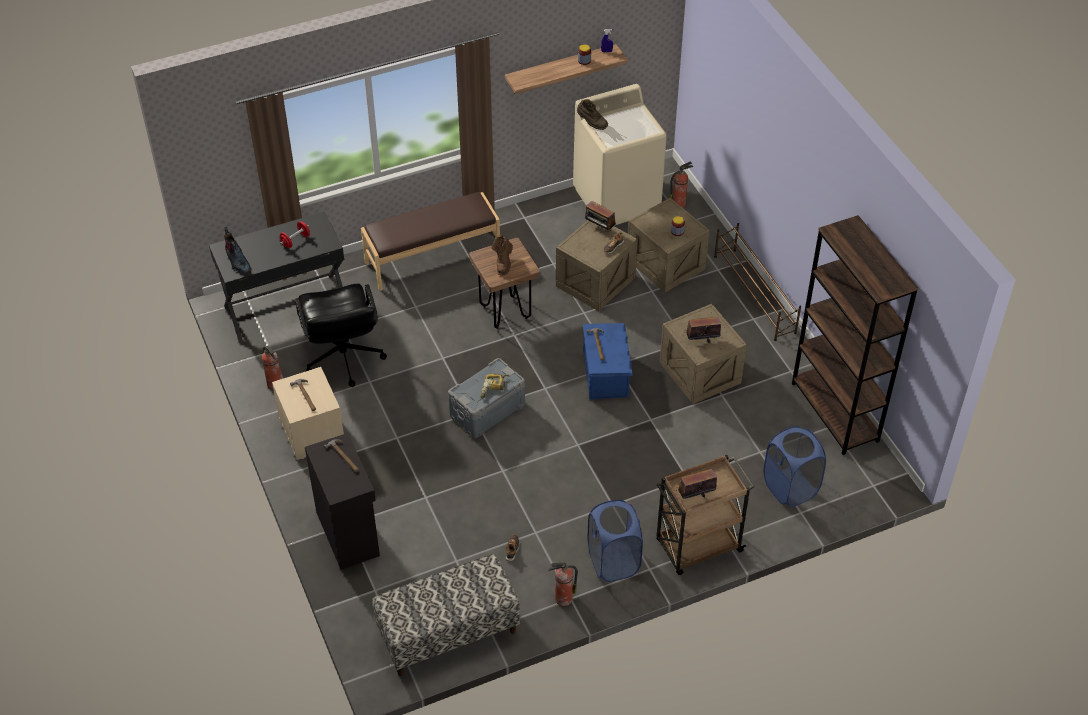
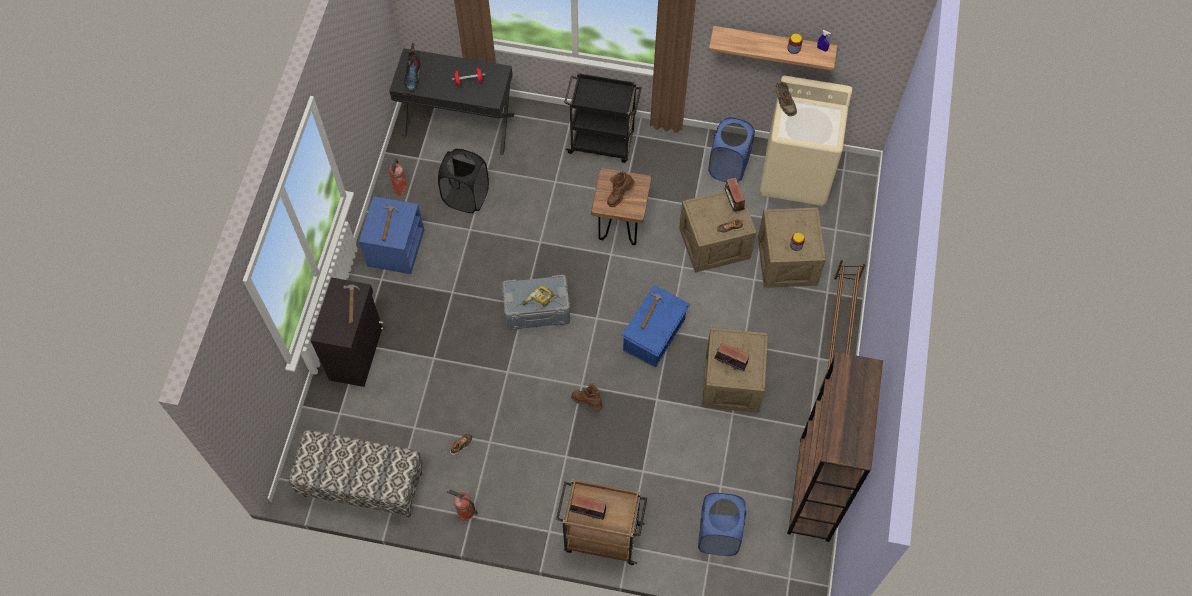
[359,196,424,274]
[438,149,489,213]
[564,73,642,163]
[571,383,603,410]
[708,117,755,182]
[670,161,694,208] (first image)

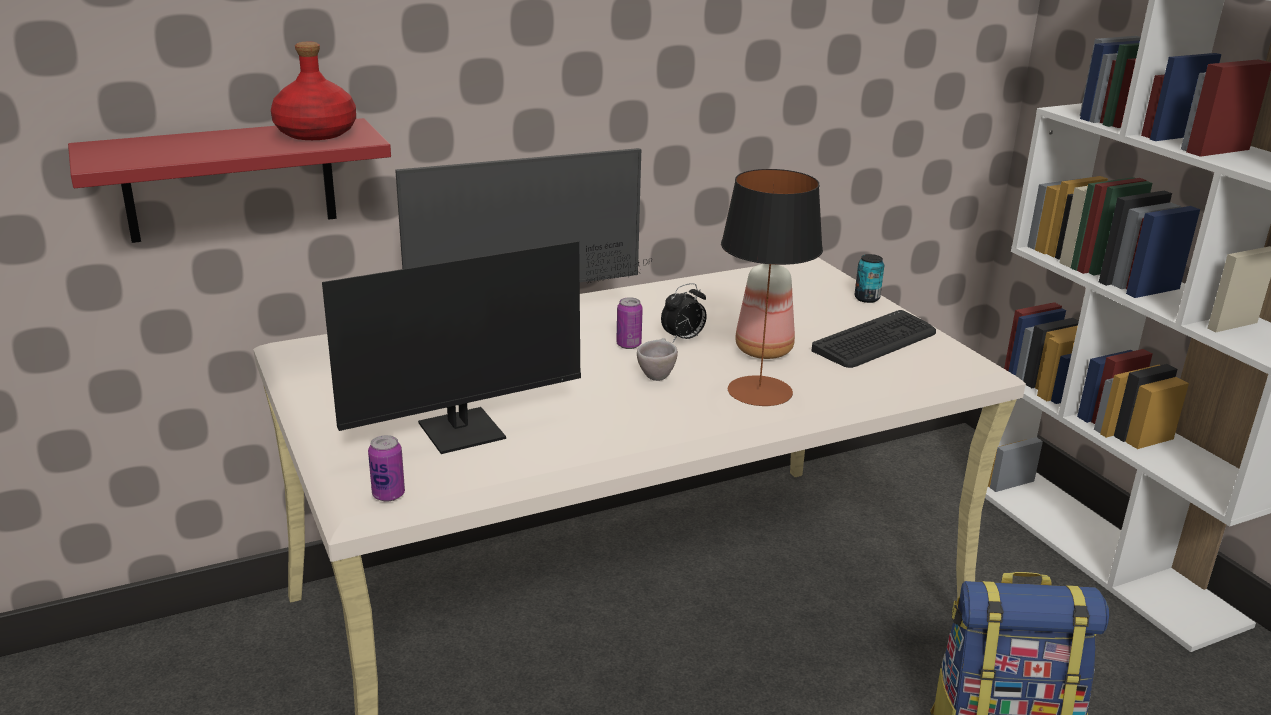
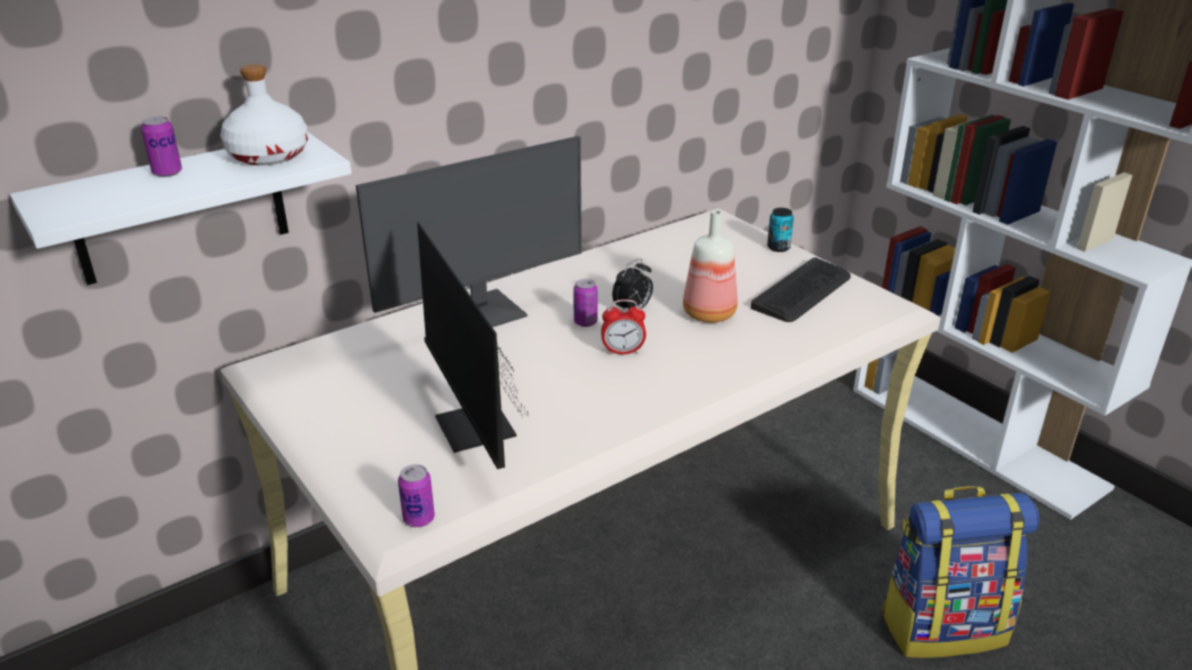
[10,132,352,285]
[141,116,182,177]
[220,64,308,165]
[417,222,529,469]
[601,299,646,355]
[721,169,823,406] (first image)

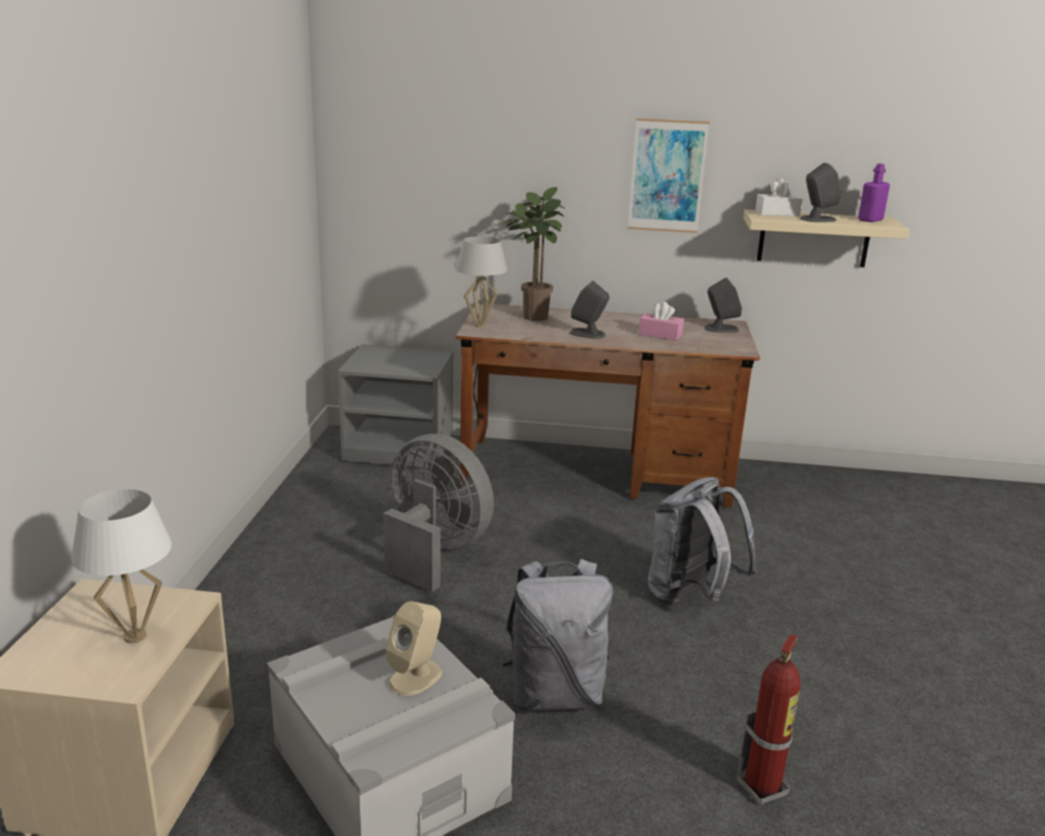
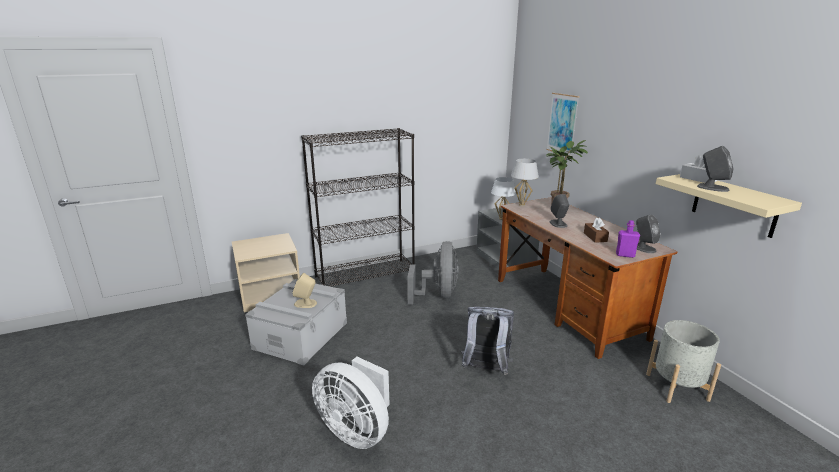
[301,128,415,286]
[312,357,390,449]
[491,177,516,220]
[546,93,580,156]
[584,218,609,243]
[616,220,640,258]
[646,320,721,403]
[503,559,613,711] (first image)

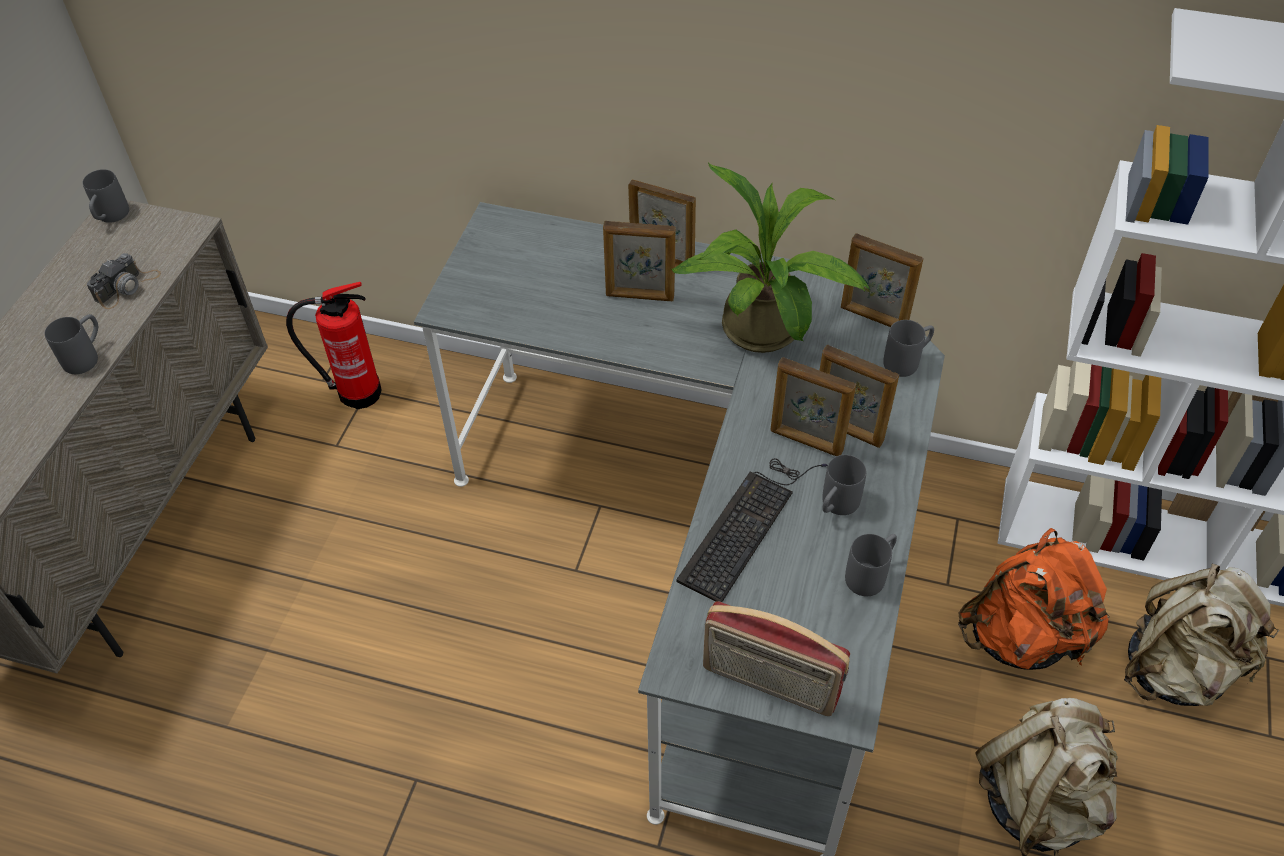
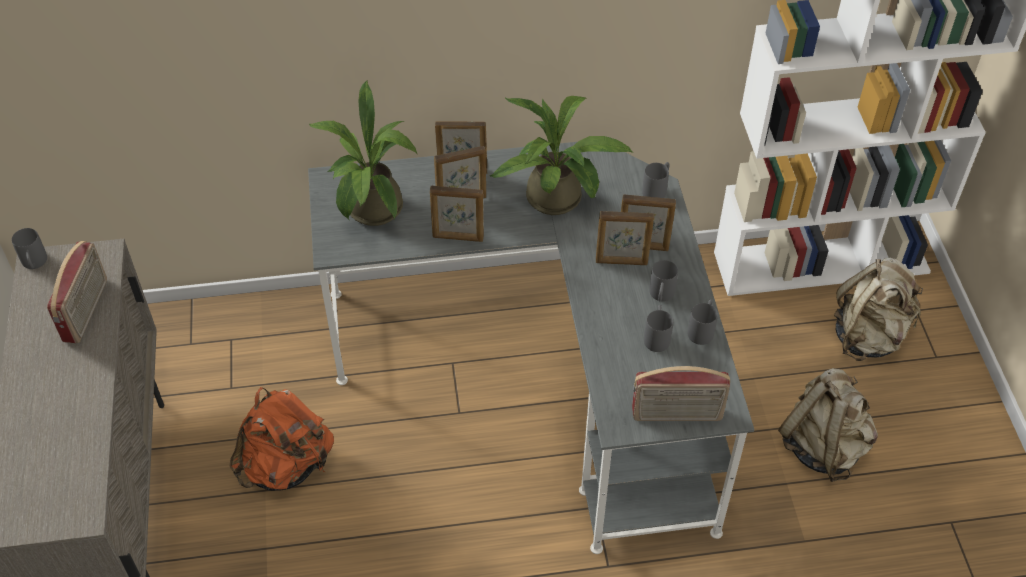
[47,241,107,343]
[230,387,334,491]
[309,80,417,226]
[430,186,484,242]
[644,305,673,352]
[286,282,382,409] (first image)
[676,458,828,602] (first image)

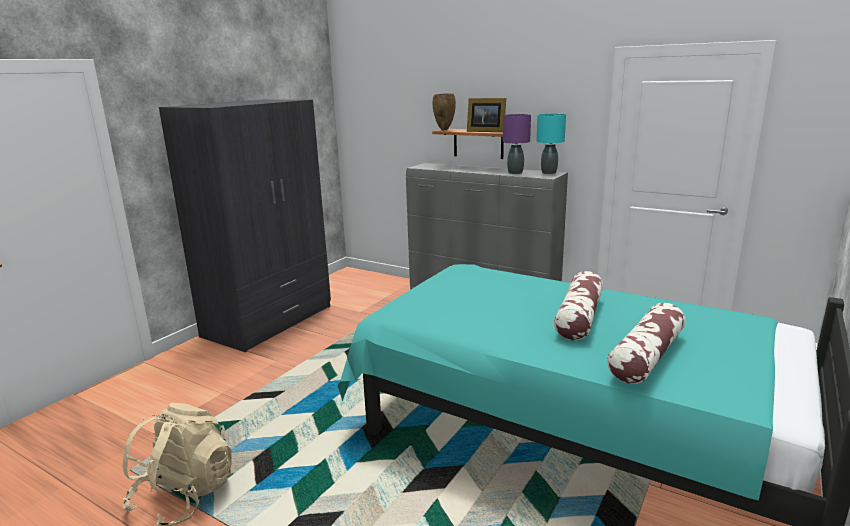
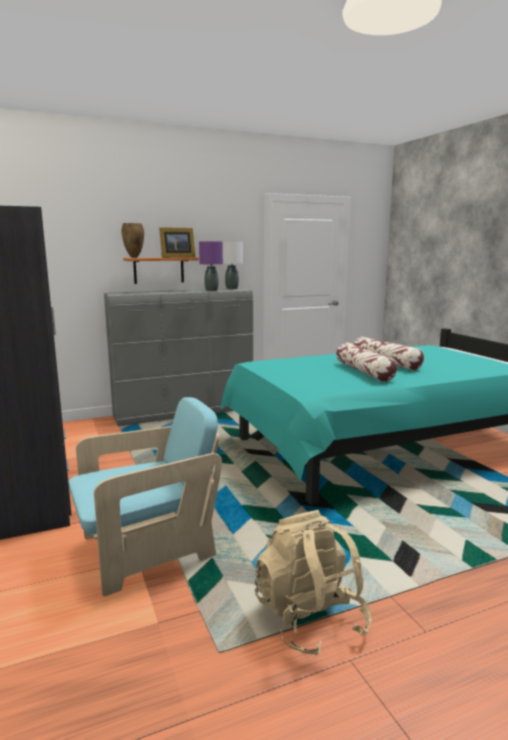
[69,397,222,596]
[222,242,243,289]
[336,343,397,382]

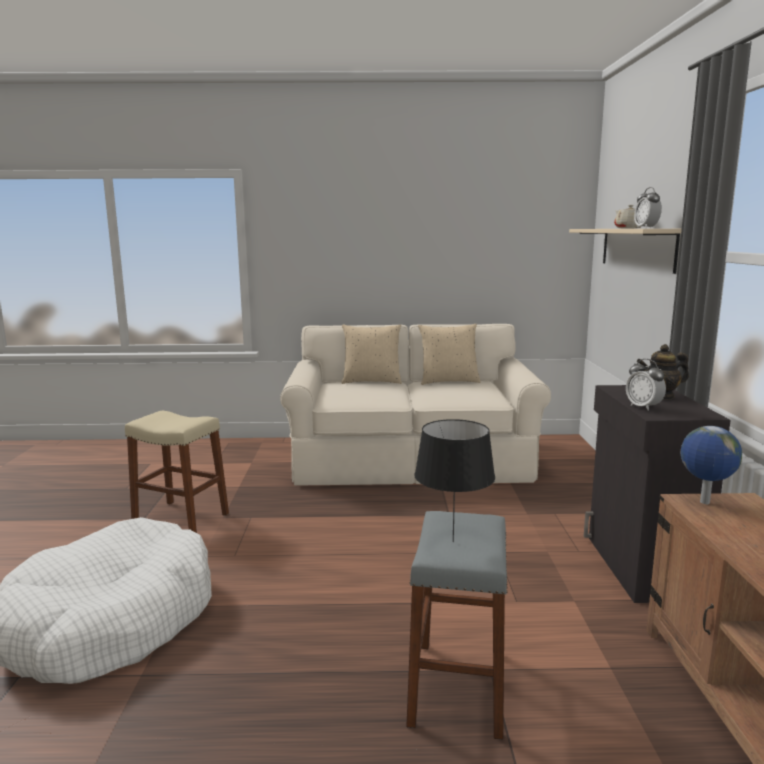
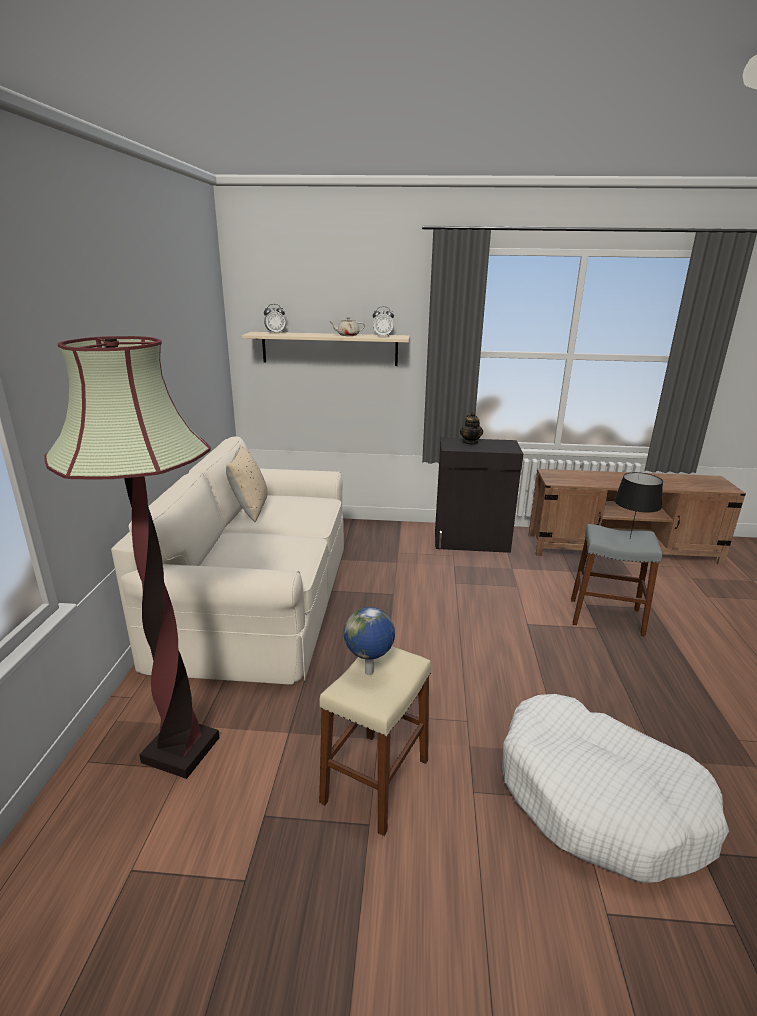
[44,336,219,779]
[264,304,285,334]
[344,607,395,675]
[341,324,402,384] (first image)

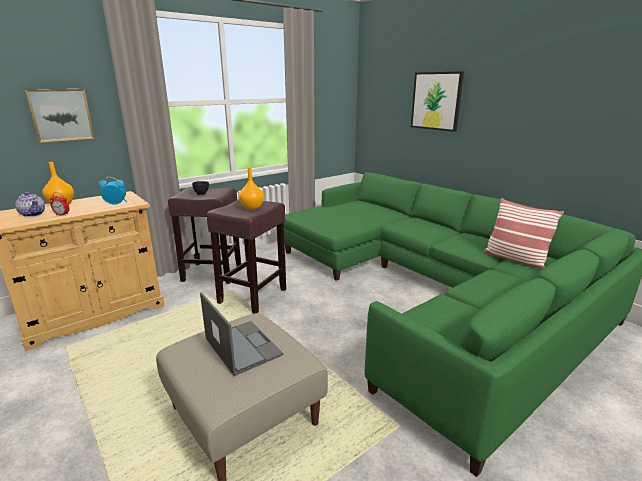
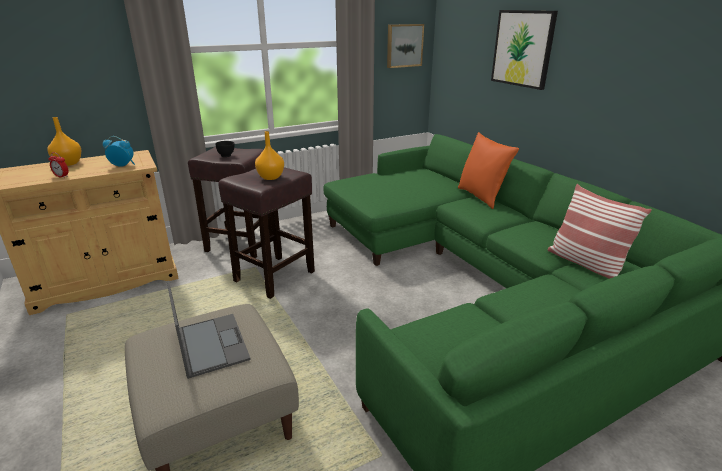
[387,24,424,68]
[458,132,519,209]
[15,192,45,217] (first image)

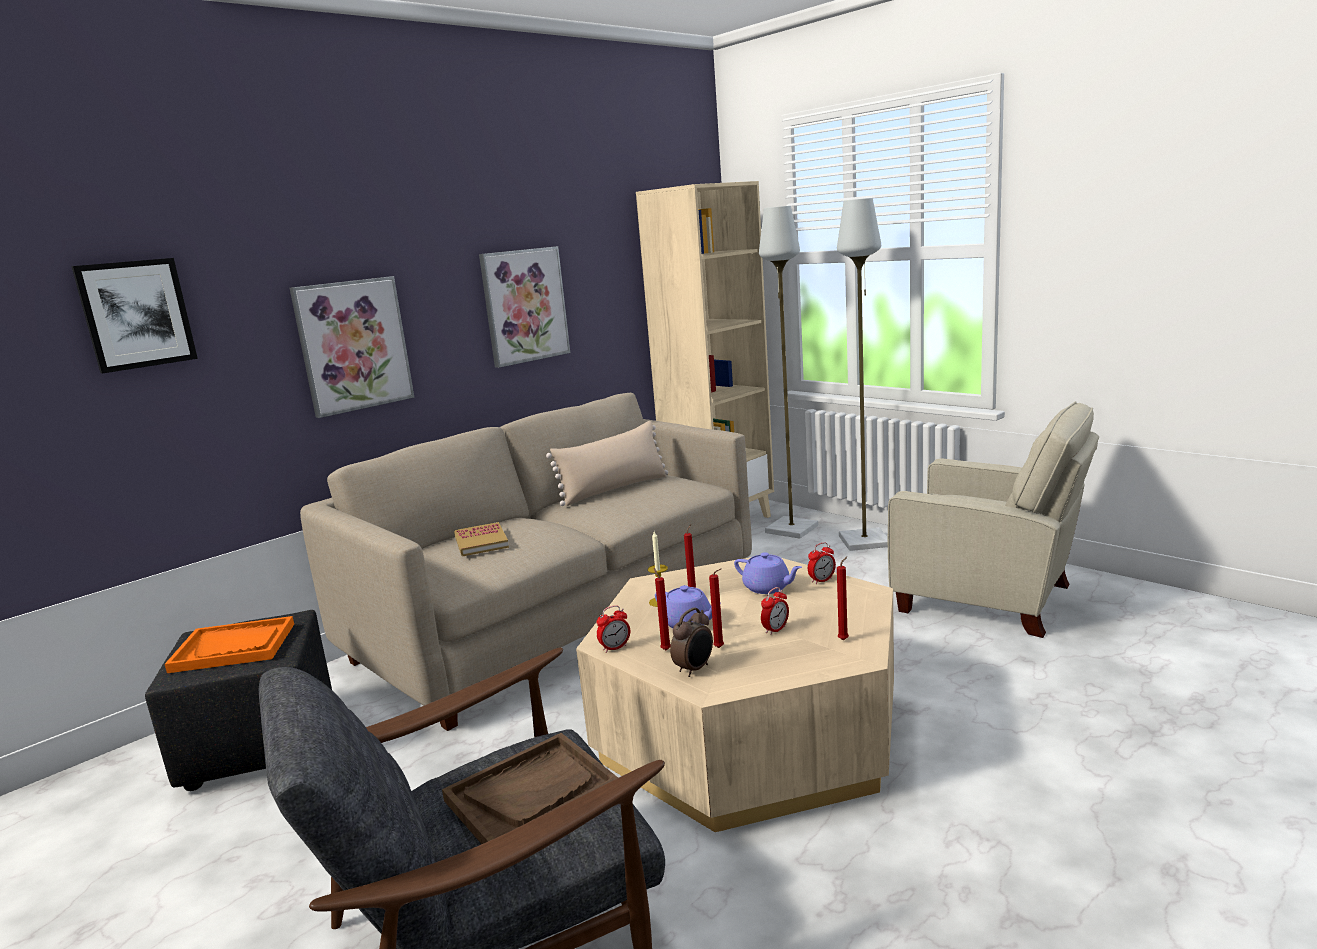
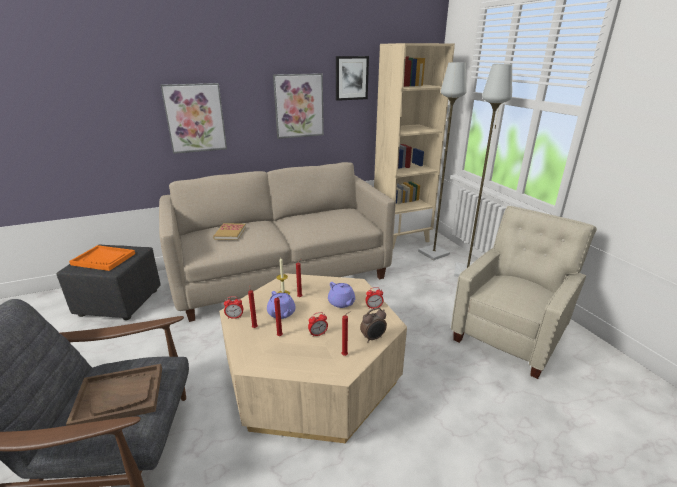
[336,56,369,101]
[360,308,387,342]
[451,206,597,379]
[546,421,668,506] (first image)

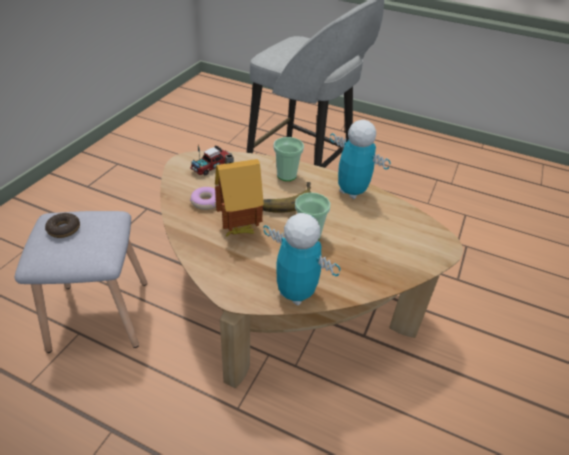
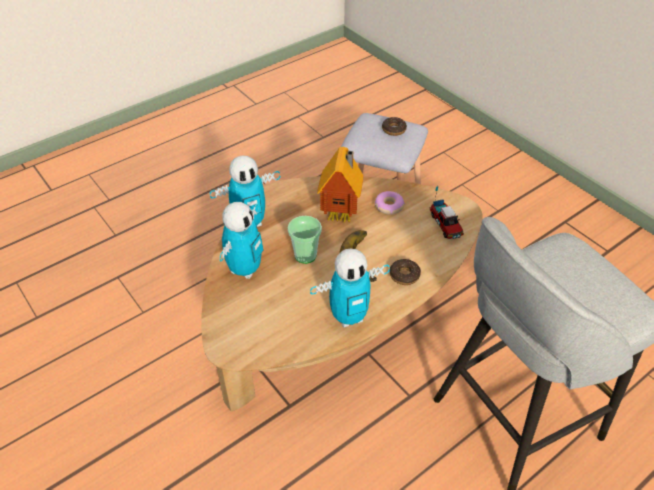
[220,202,263,279]
[390,259,421,285]

